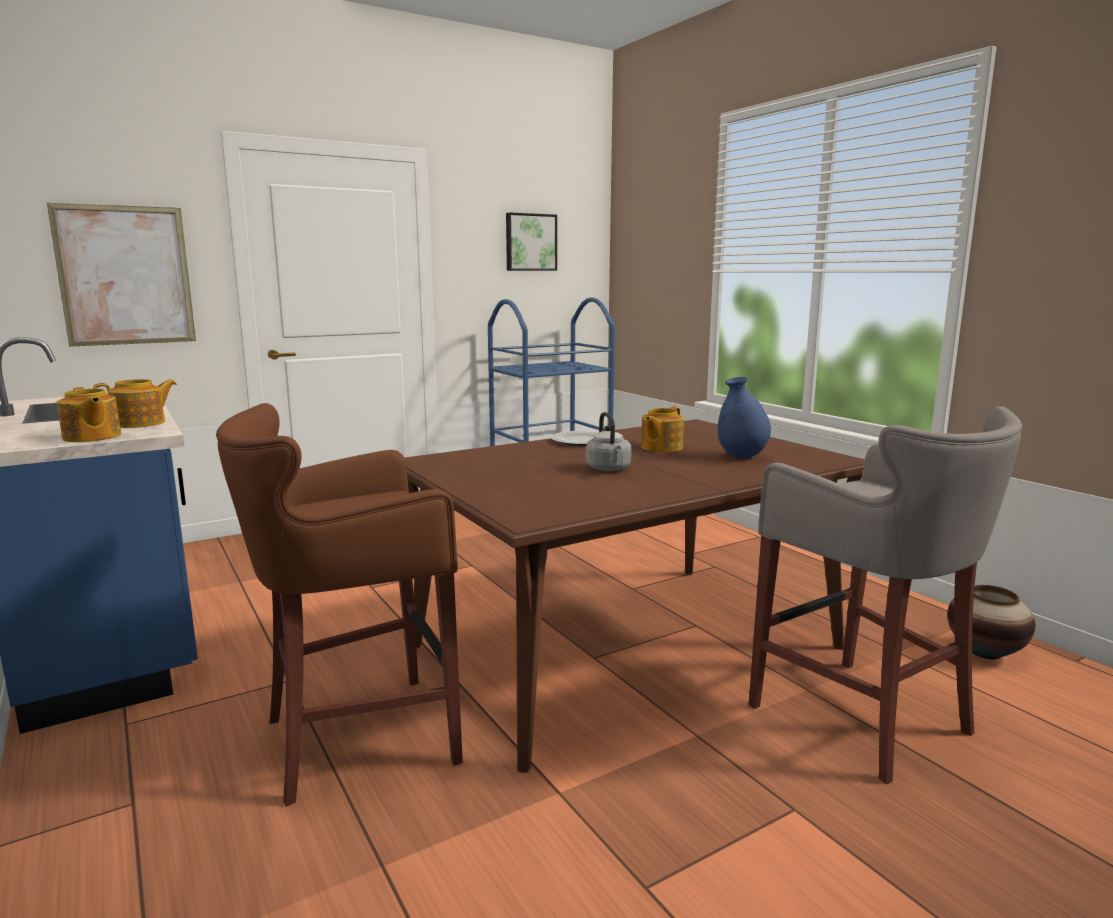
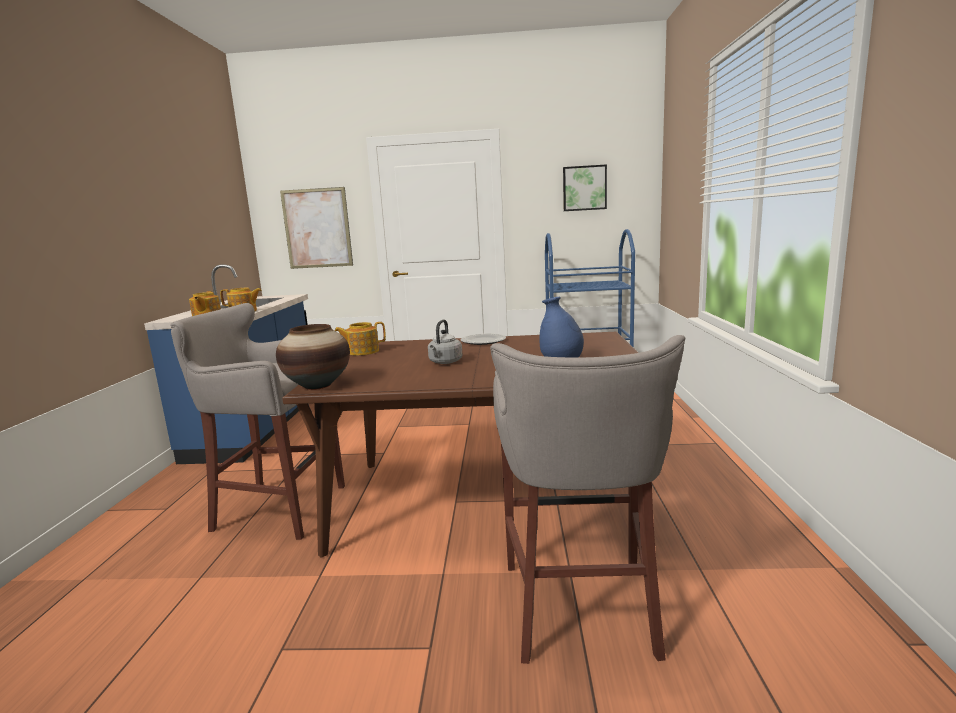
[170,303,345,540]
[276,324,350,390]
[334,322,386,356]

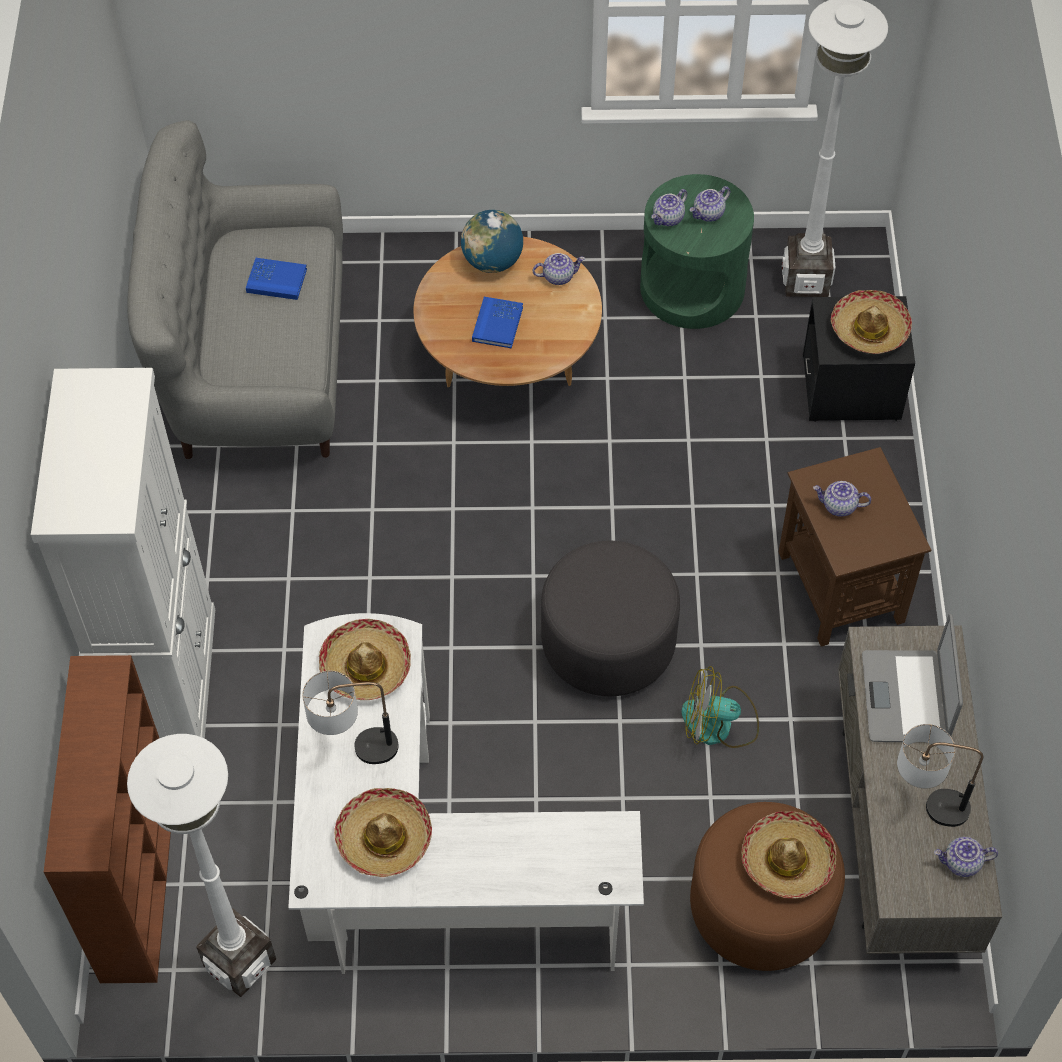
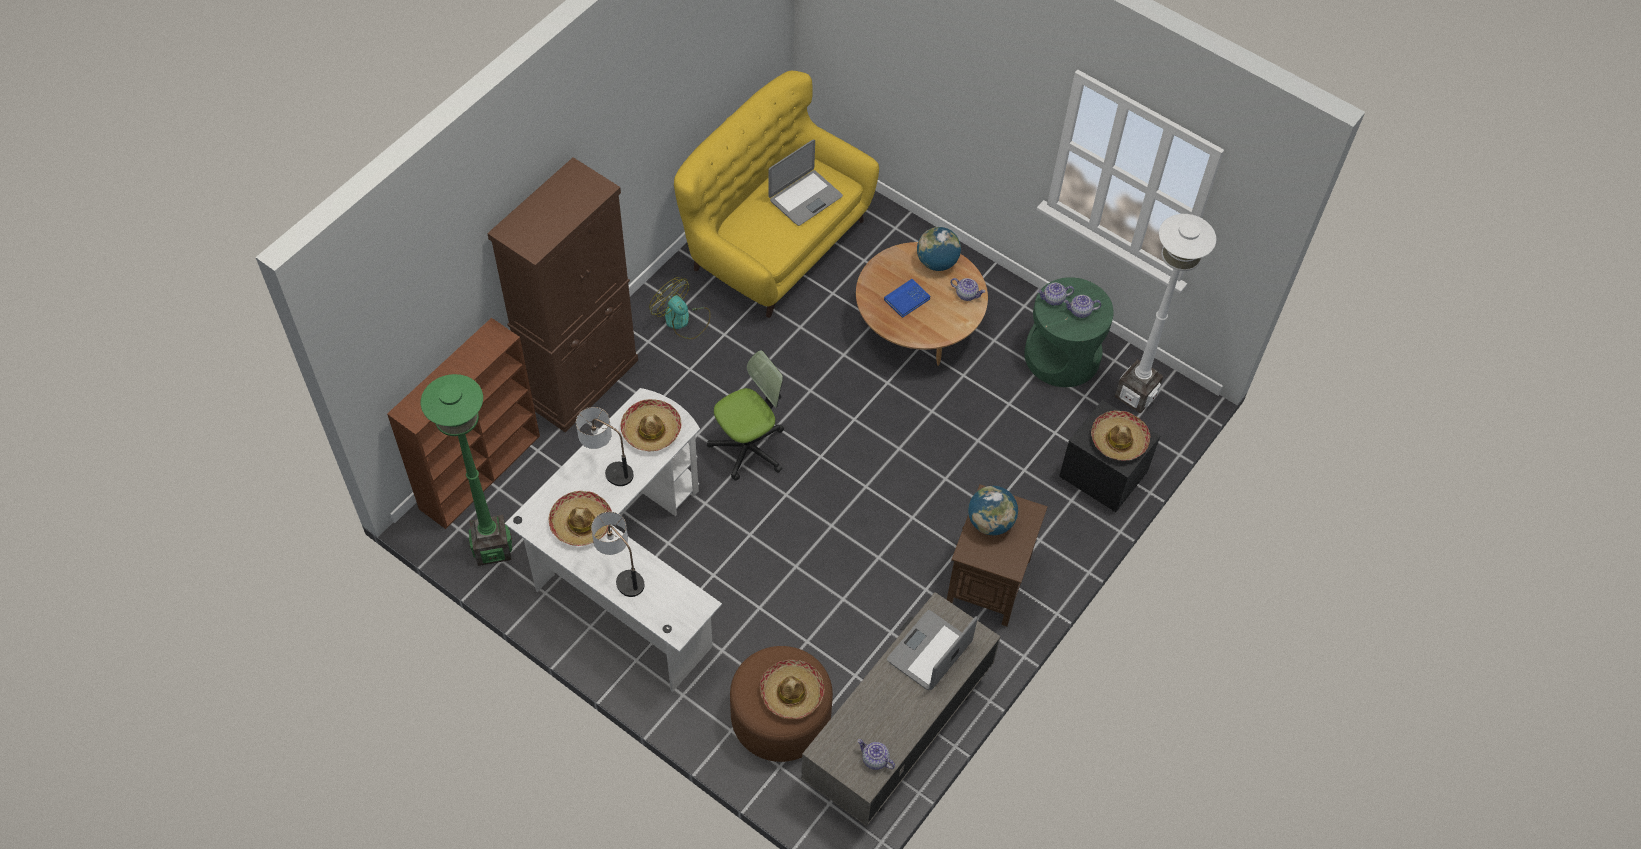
[421,374,512,566]
[487,157,638,432]
[591,512,645,597]
[649,277,711,339]
[674,71,879,318]
[707,350,784,481]
[768,139,843,226]
[968,486,1018,535]
[541,541,680,696] (first image)

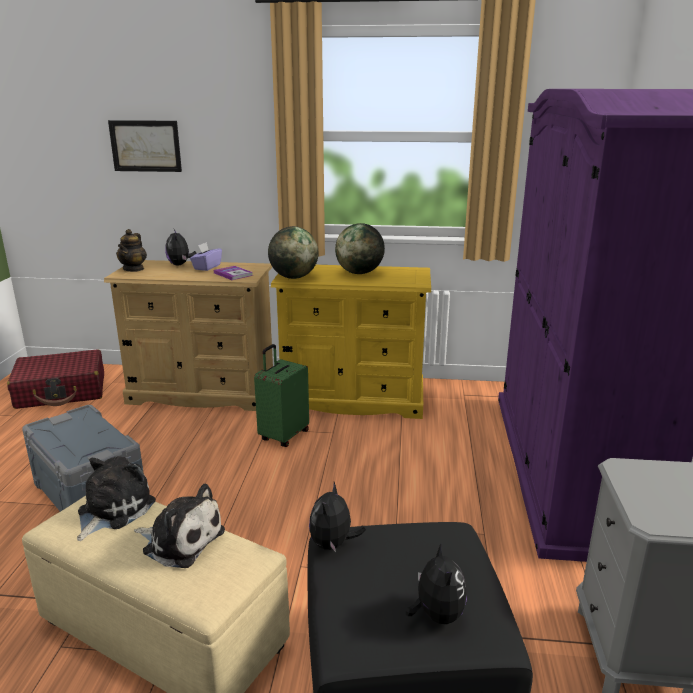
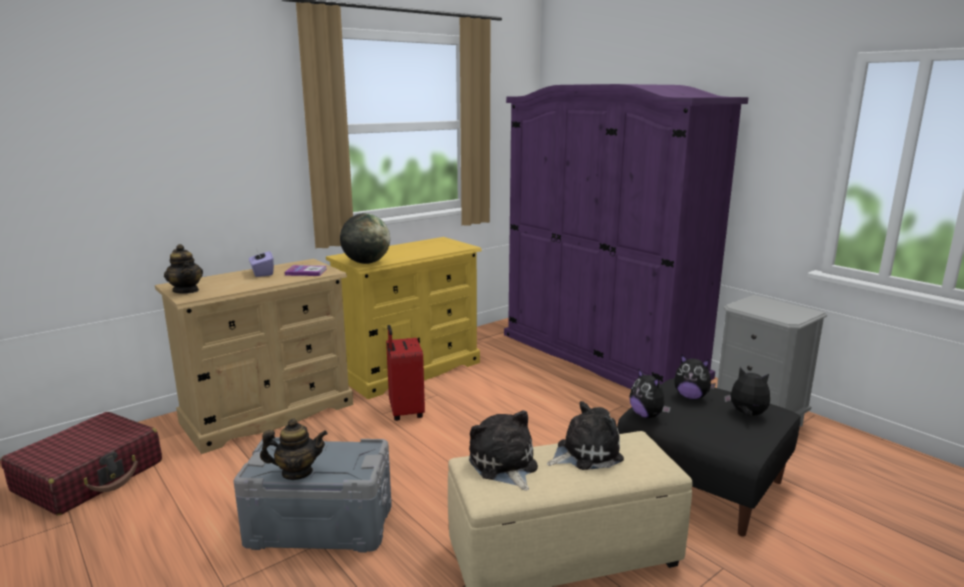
[260,418,328,480]
[386,325,425,421]
[674,354,716,399]
[108,120,182,172] (first image)
[335,223,385,274] (first image)

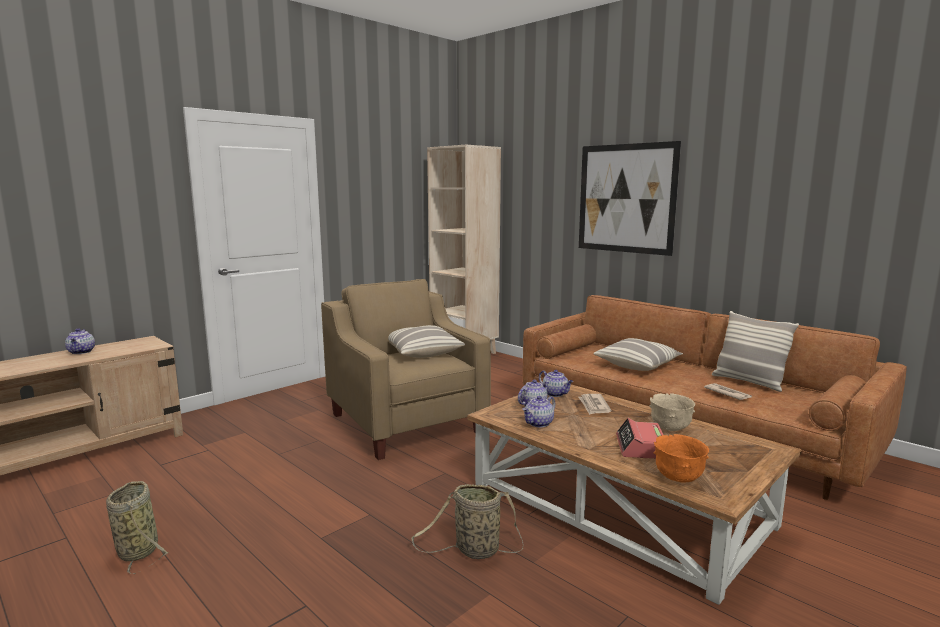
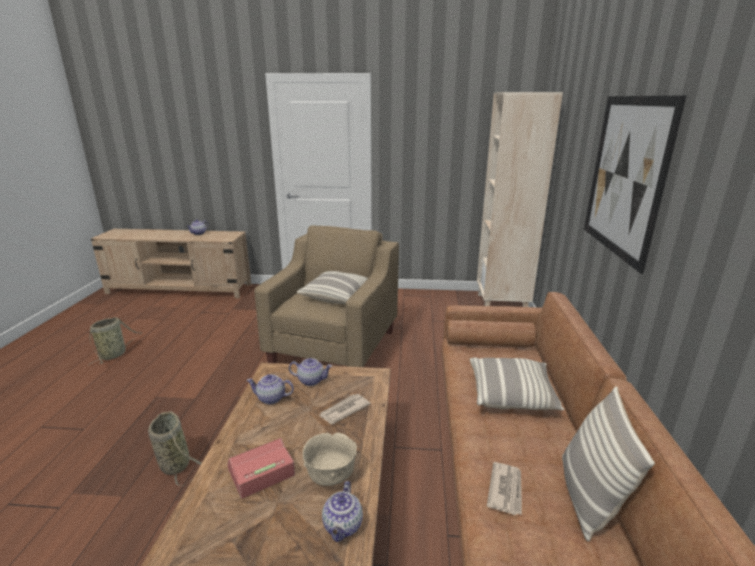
[322,481,363,542]
[653,434,709,483] (first image)

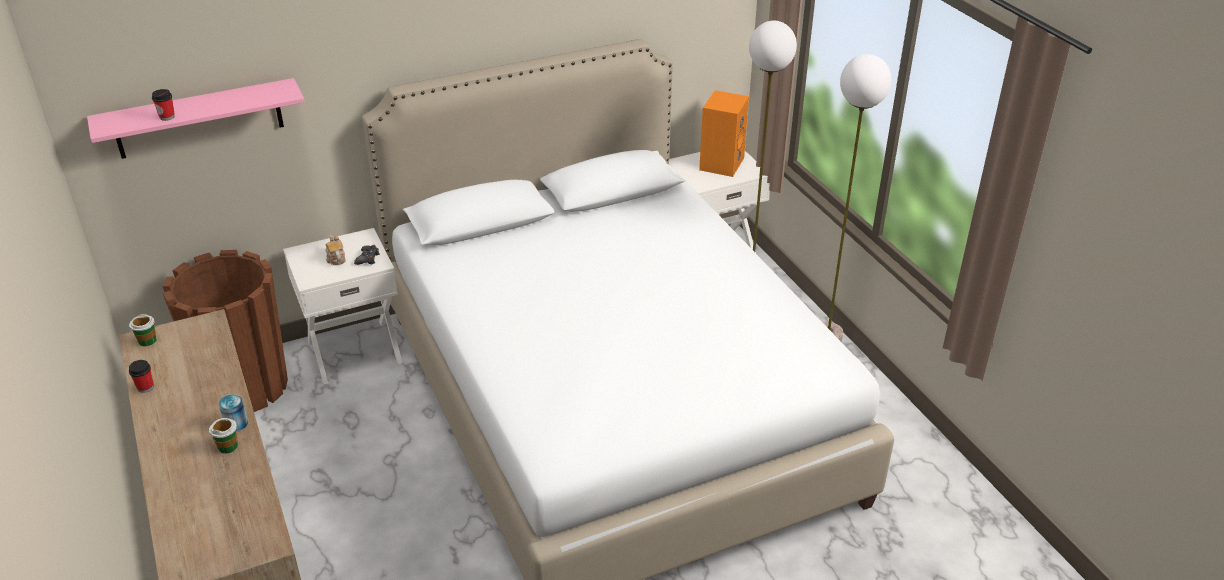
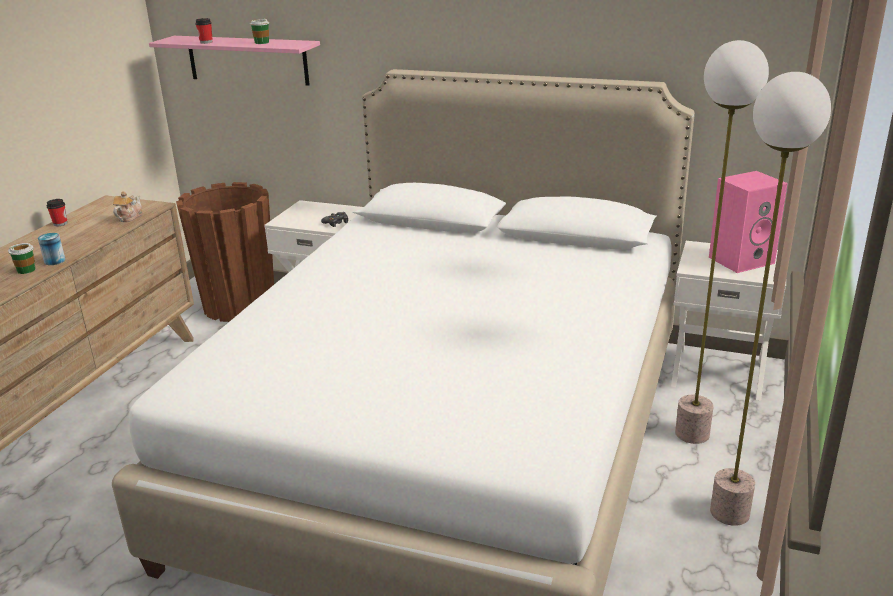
[113,191,143,222]
[249,18,269,44]
[709,171,788,273]

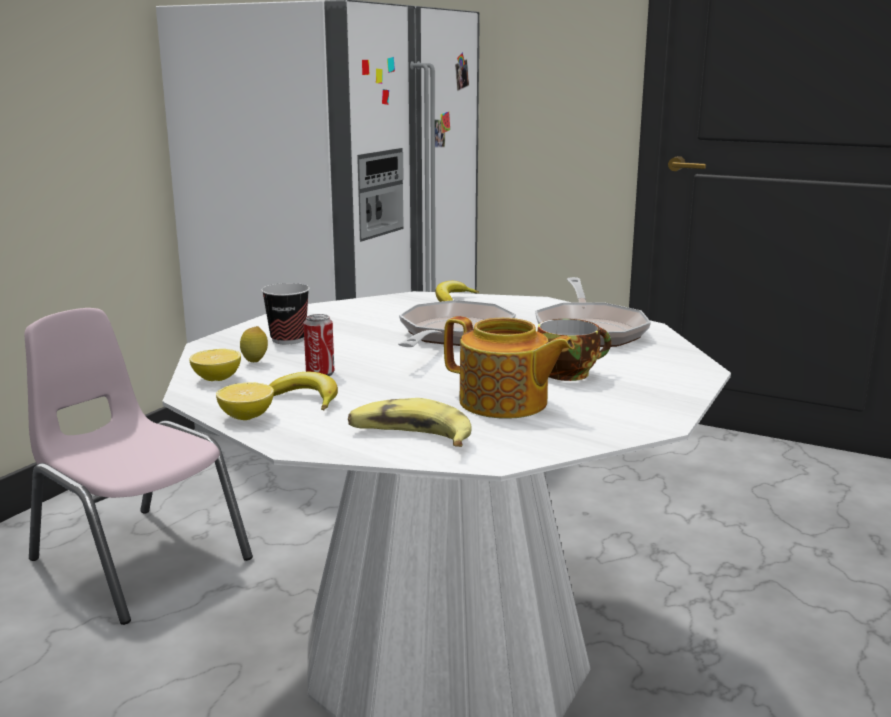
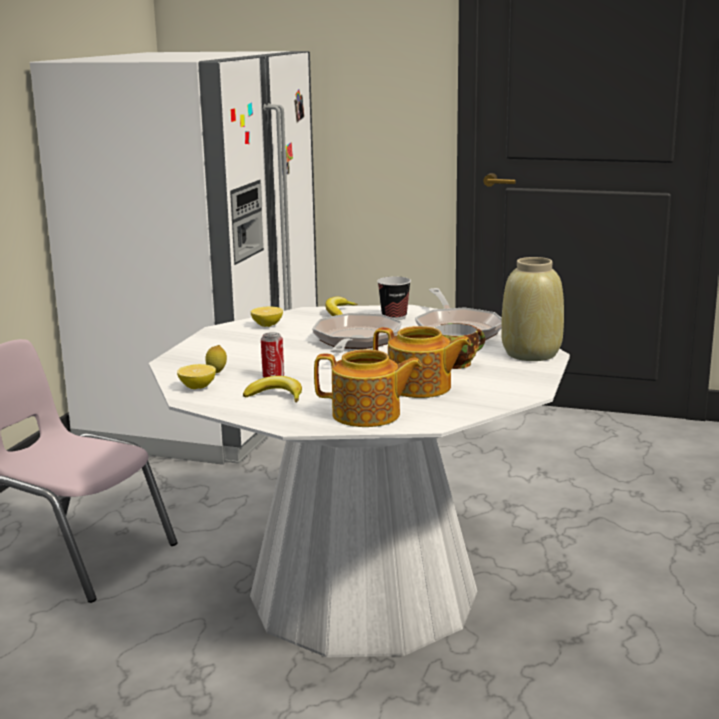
[251,307,283,327]
[314,350,422,427]
[377,277,411,320]
[501,257,564,361]

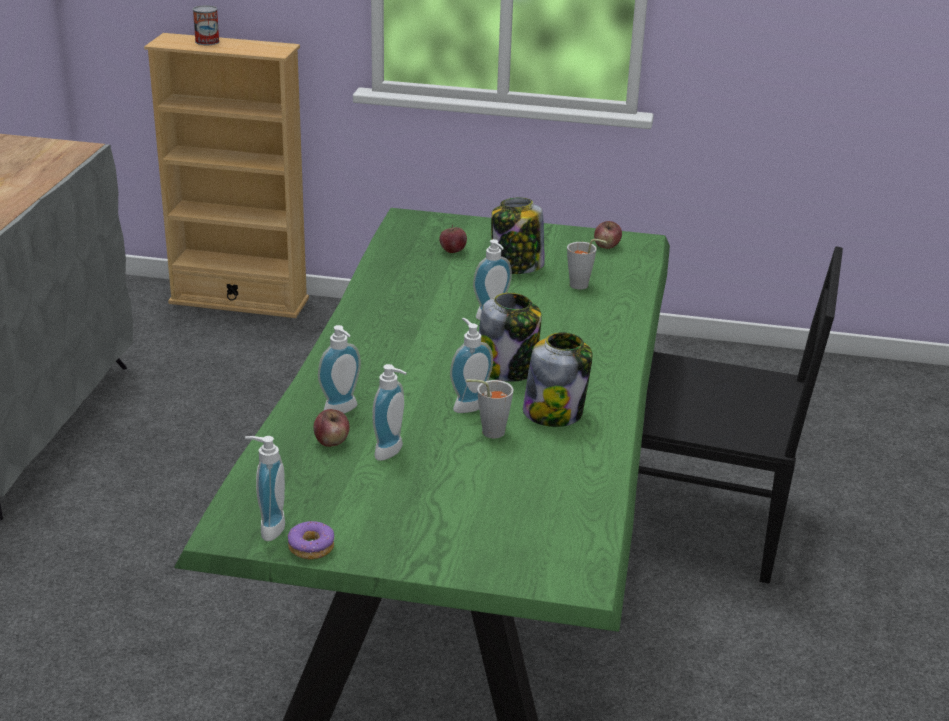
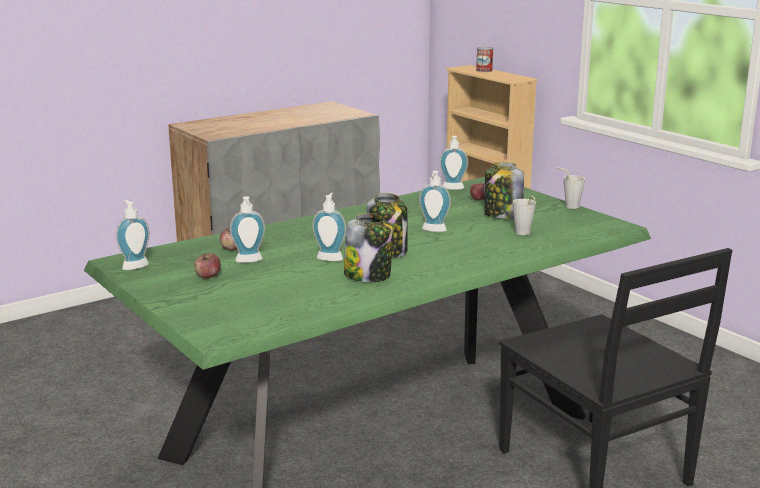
[194,253,221,278]
[439,136,468,190]
[557,167,585,209]
[287,521,334,560] (first image)

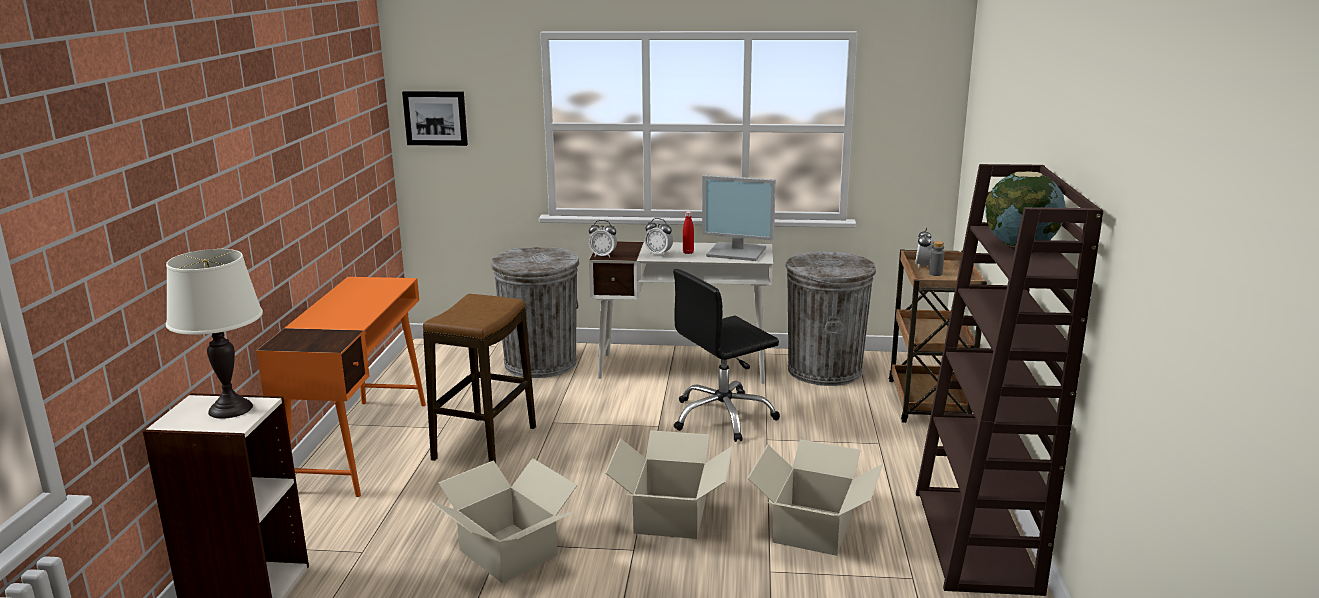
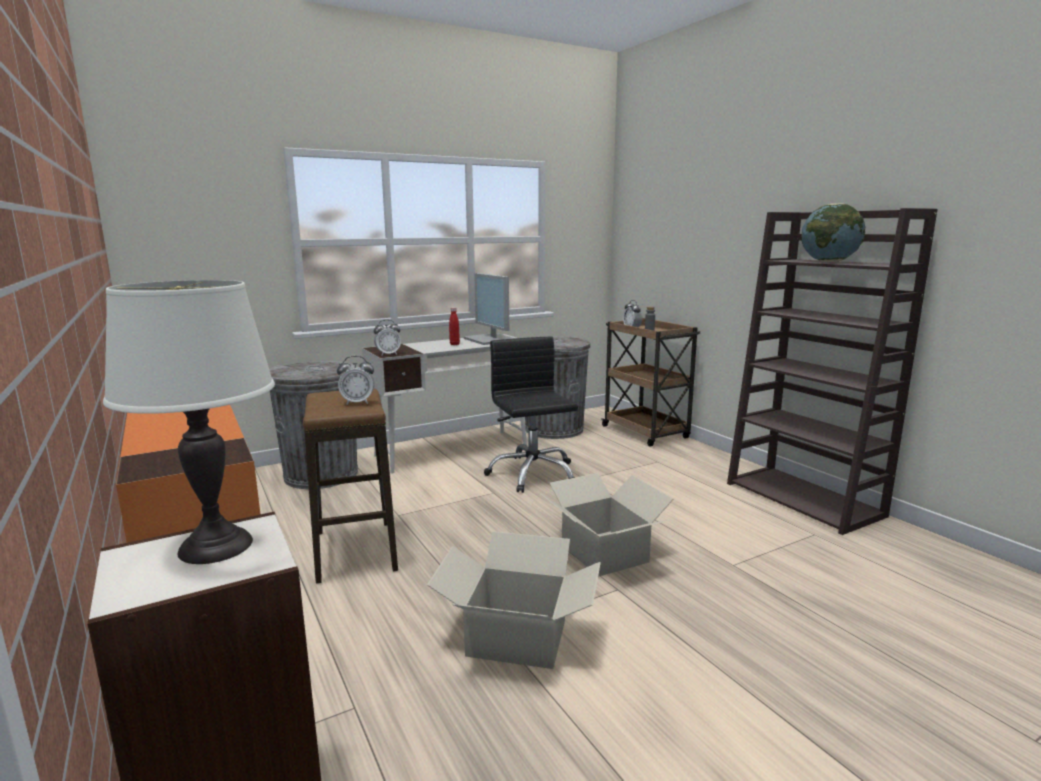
[337,356,375,405]
[464,273,514,345]
[484,337,578,493]
[402,91,468,146] (first image)
[748,439,883,556] (first image)

